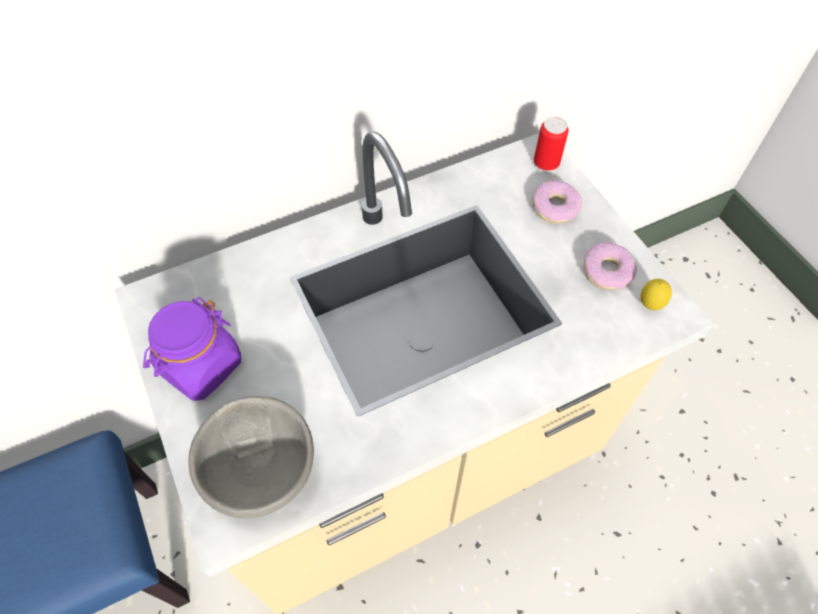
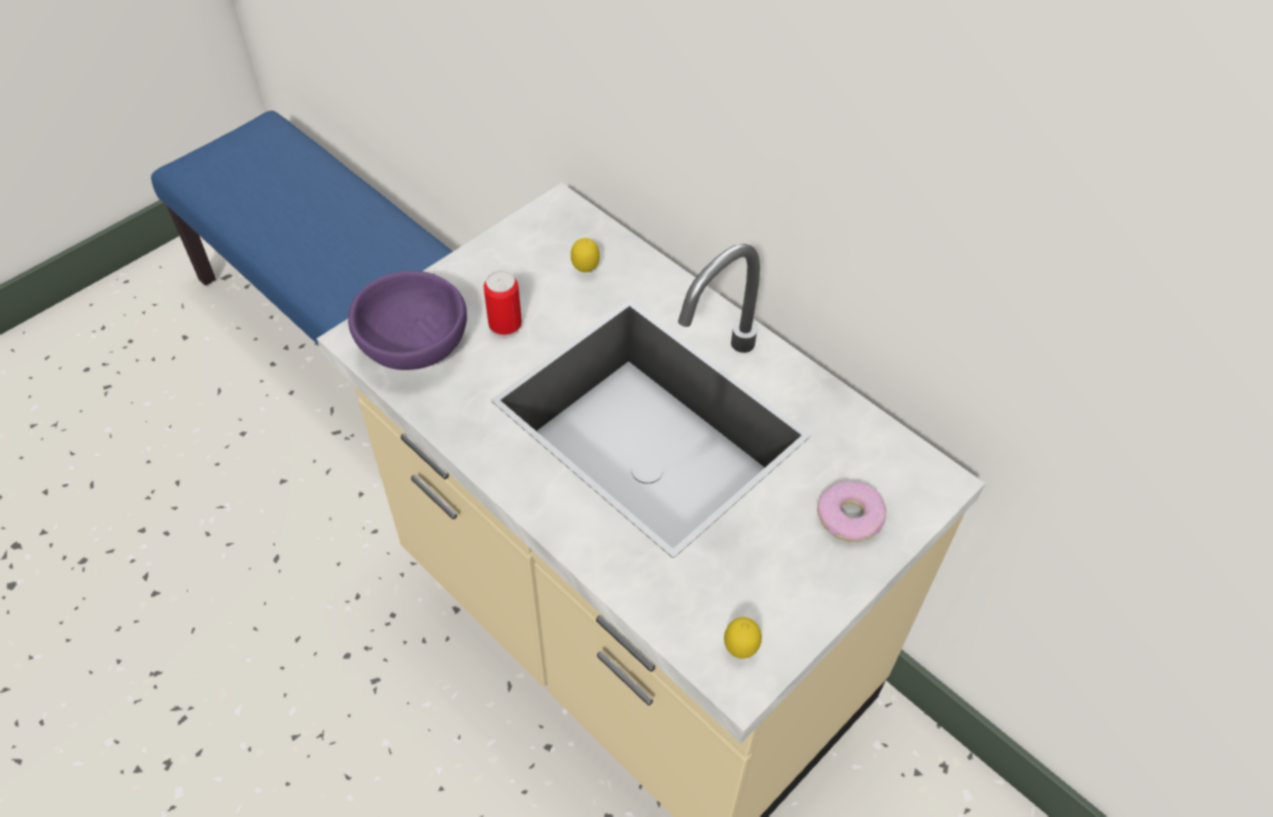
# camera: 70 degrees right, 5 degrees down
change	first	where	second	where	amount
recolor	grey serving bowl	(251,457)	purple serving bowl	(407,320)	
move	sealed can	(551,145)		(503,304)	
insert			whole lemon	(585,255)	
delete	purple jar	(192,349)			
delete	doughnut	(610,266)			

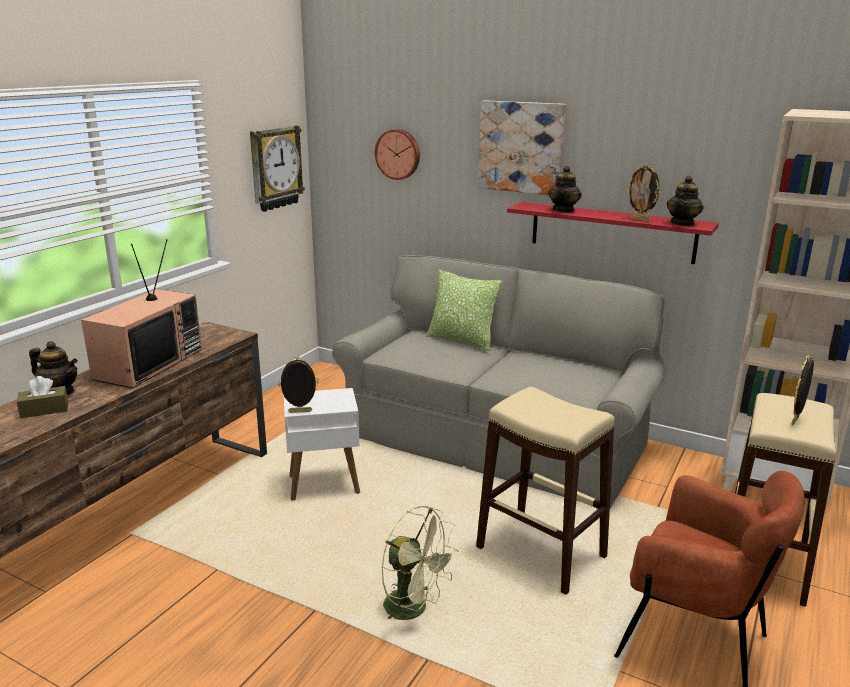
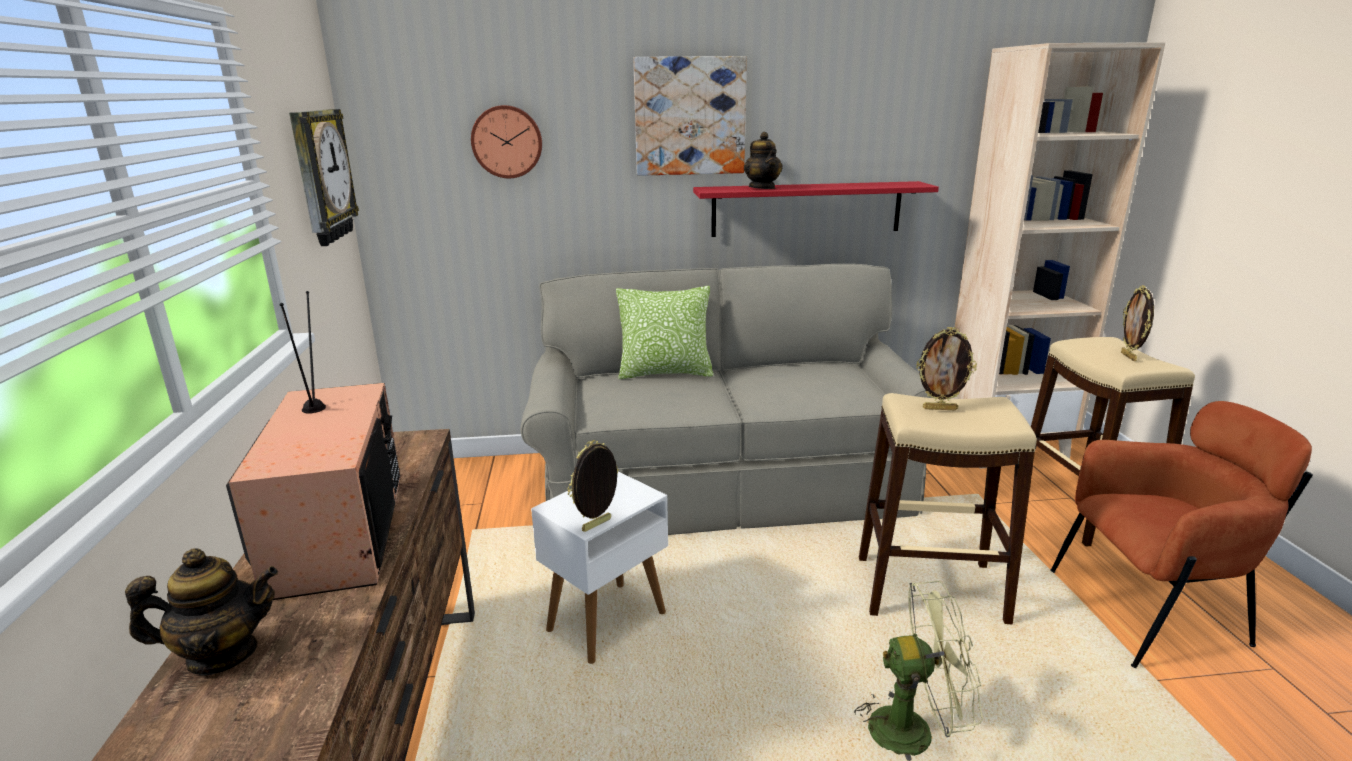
# camera: 35 degrees left, 0 degrees up
change	first	where	second	where	amount
move	picture frame	(643,193)		(946,368)	
delete	brown-coloured tissue holder	(42,397)			
delete	tea pot	(685,201)			

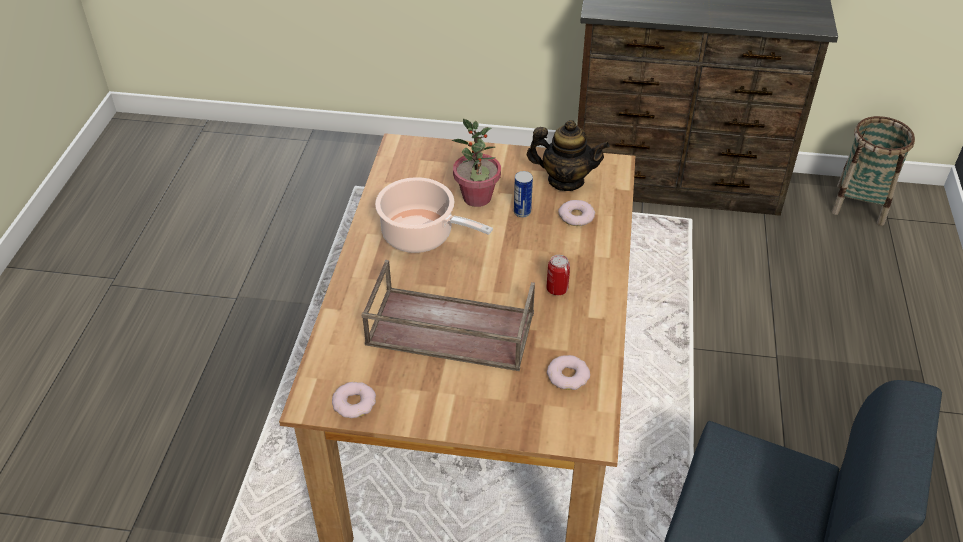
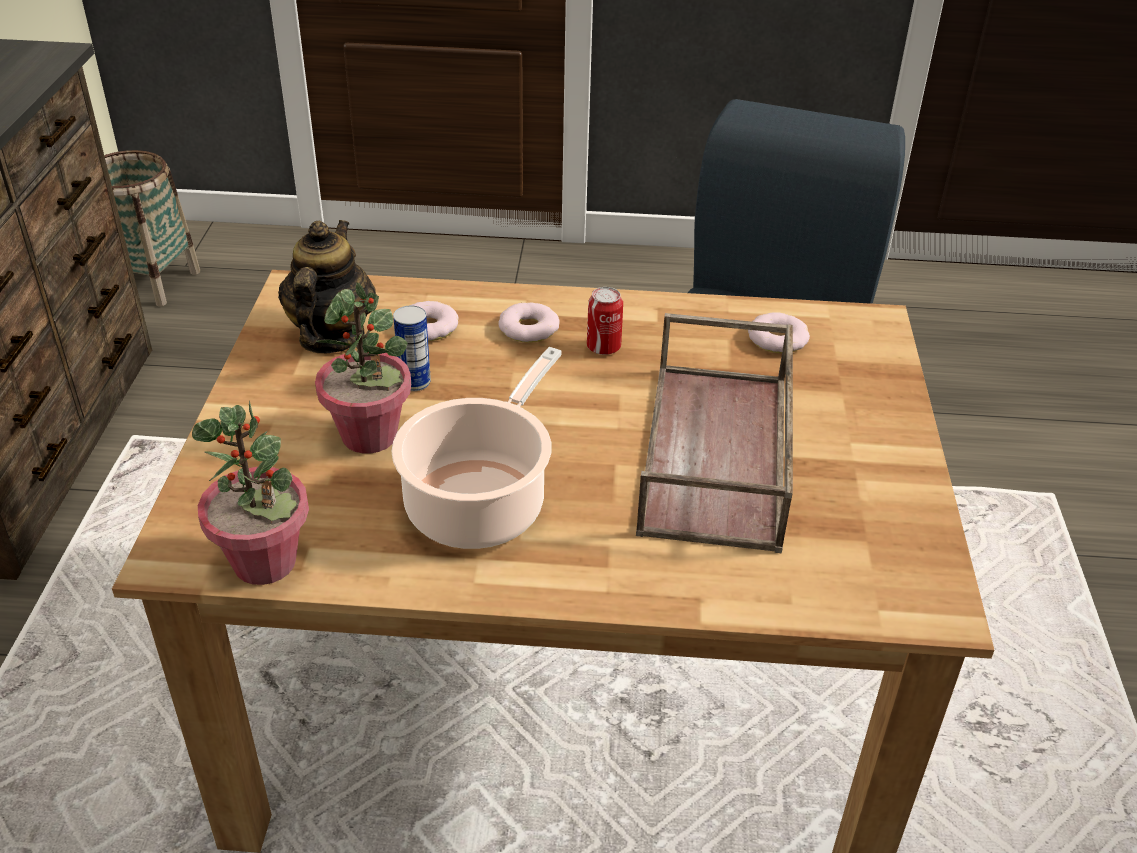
# camera: 95 degrees left, 5 degrees down
change	first	where	second	where	amount
insert			plant in a pot	(250,492)	
move	doughnut	(354,400)		(529,323)	

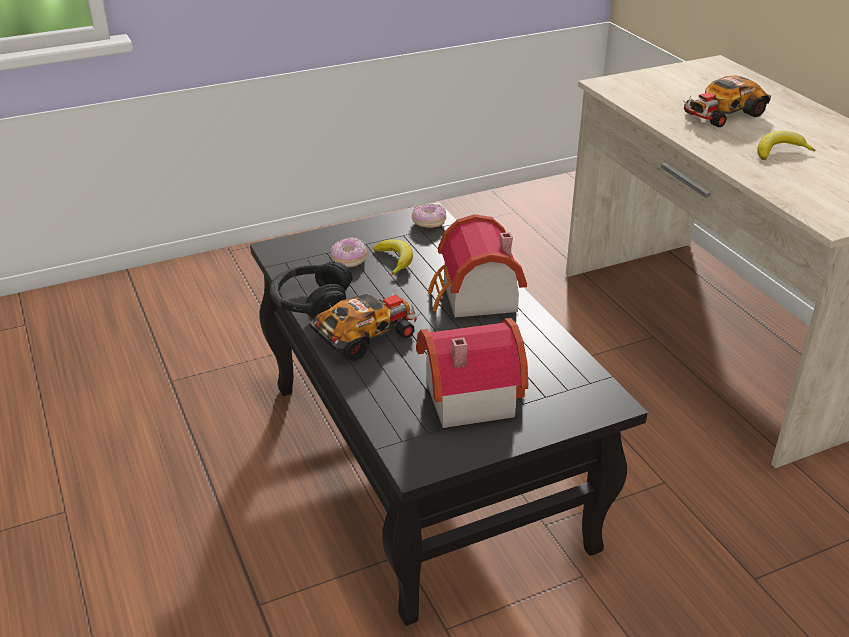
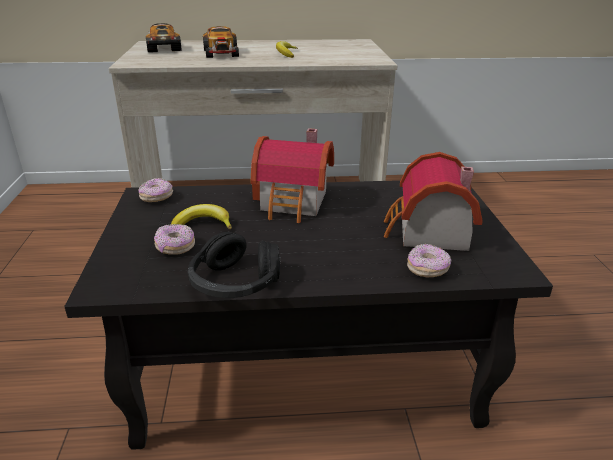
# camera: 70 degrees left, 5 degrees down
change	first	where	second	where	amount
move	miniature car	(364,326)		(163,37)	
insert			doughnut	(429,260)	

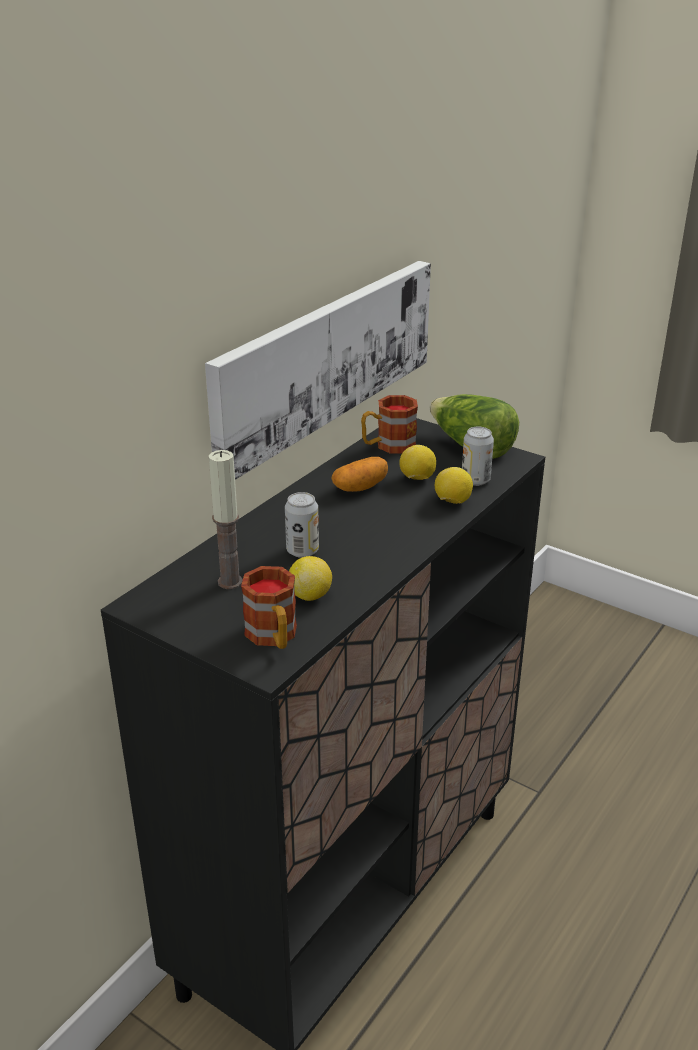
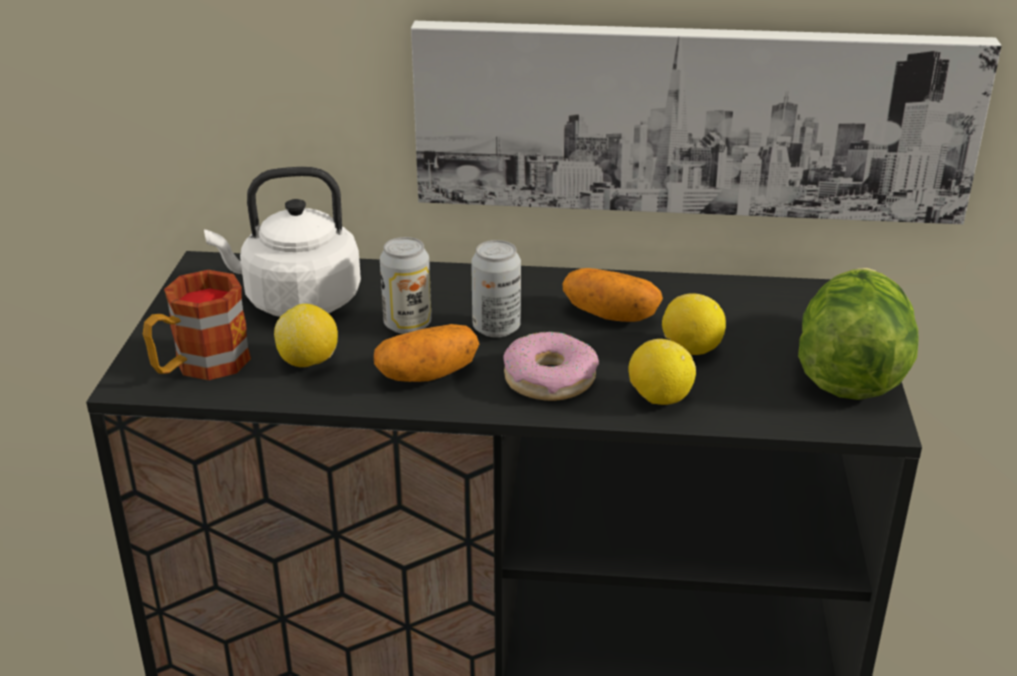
# camera: 60 degrees right, 0 degrees up
change	first	where	second	where	amount
replace	candle	(226,519)	white-coloured water kettle	(282,242)	
insert			spud	(426,353)	
move	sealed can	(478,456)		(496,288)	
insert			doughnut	(551,366)	
delete	coffee mug	(389,424)			

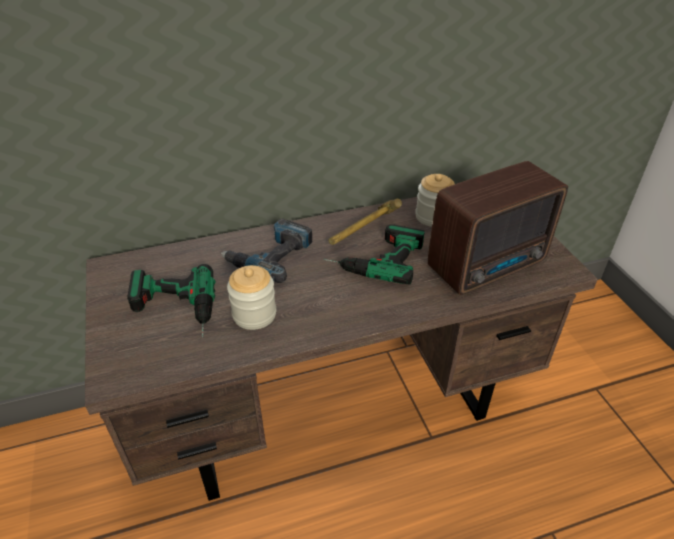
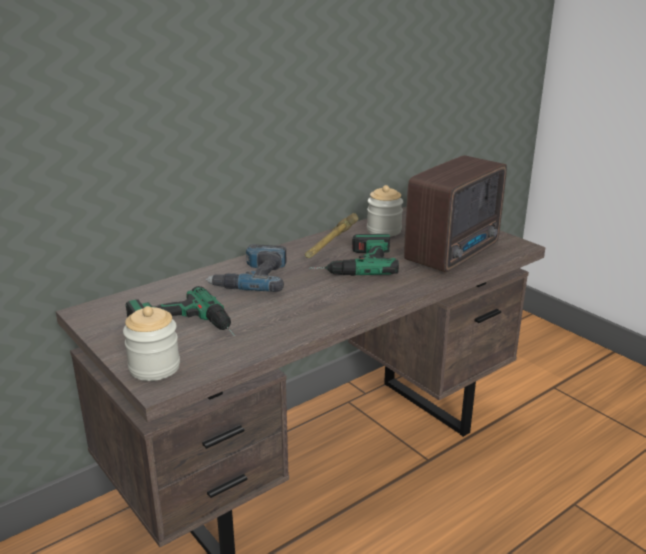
# camera: 20 degrees left, 15 degrees down
change	first	where	second	where	amount
move	jar	(251,297)		(151,343)	

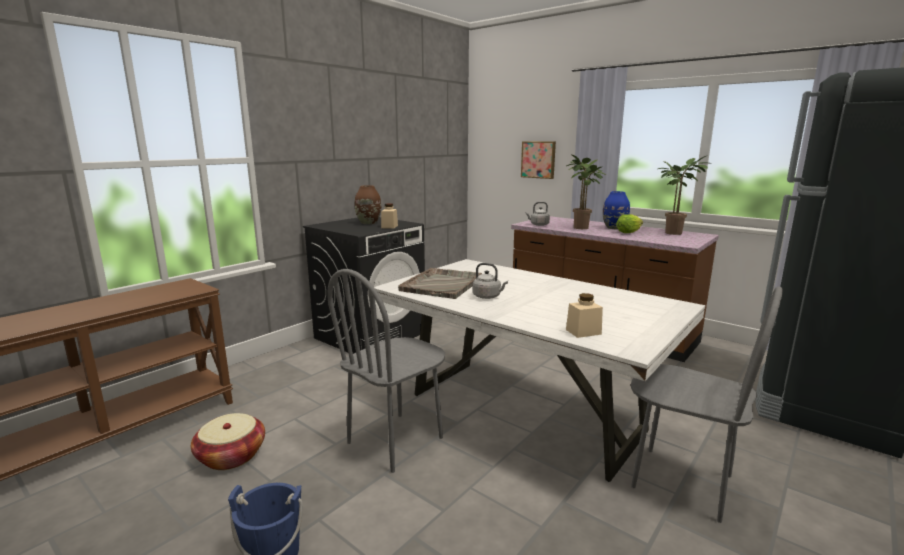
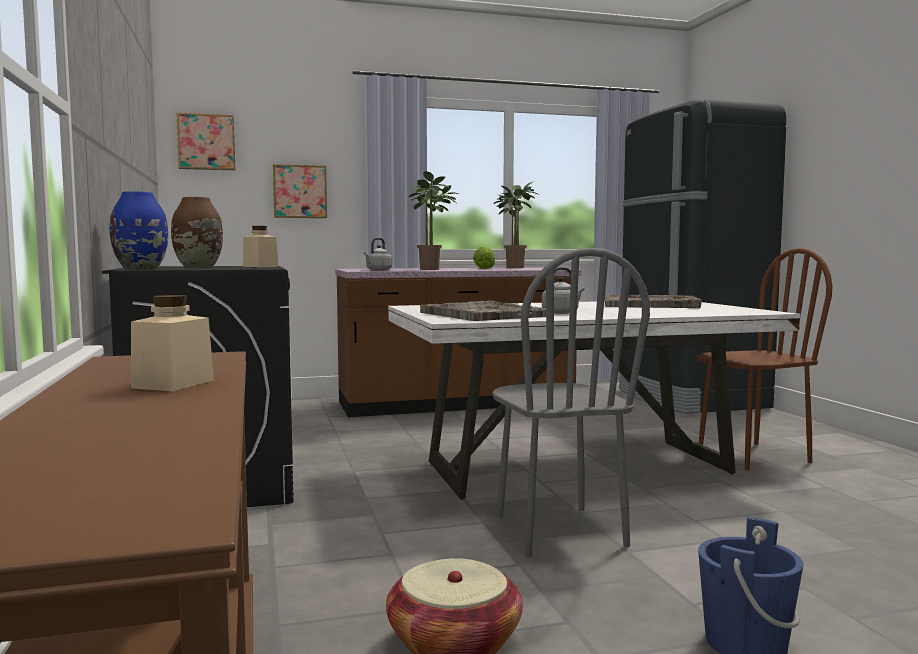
# camera: 55 degrees left, 10 degrees down
change	first	where	second	where	amount
move	bluish vase	(616,210)		(139,230)	
move	beige-coloured jar	(584,315)		(172,343)	
insert			wall picture	(205,141)	
insert			grey serving tray	(653,301)	
recolor	grey chair	(707,405)	brown-coloured chair	(764,359)	

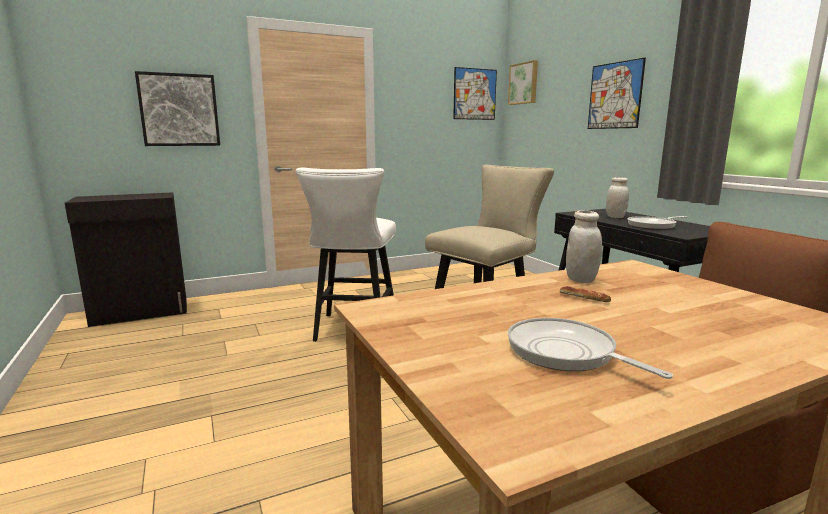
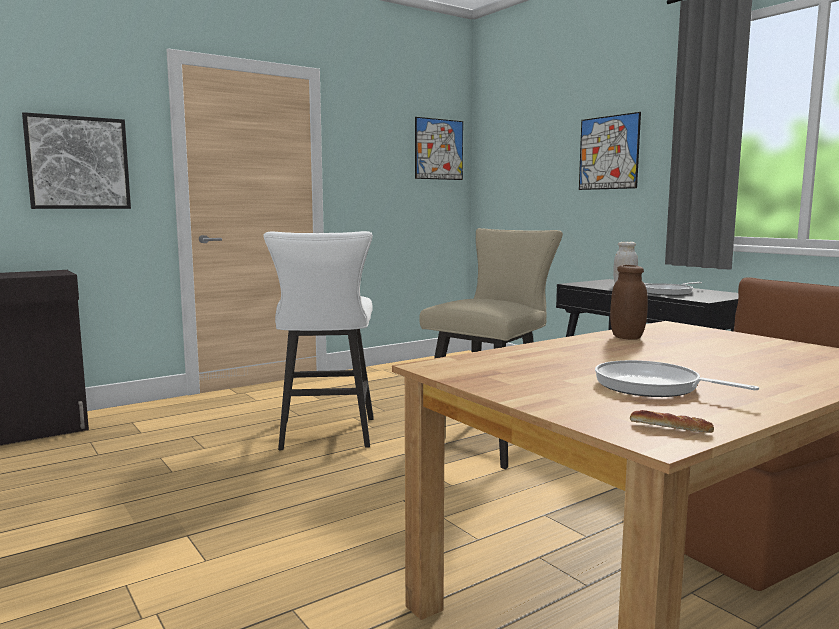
# camera: 10 degrees left, 5 degrees down
change	first	where	second	where	amount
recolor	white-coloured jar	(584,246)	brown-coloured jar	(629,302)	
move	baked bread	(585,294)		(672,421)	
delete	wall picture	(523,82)			

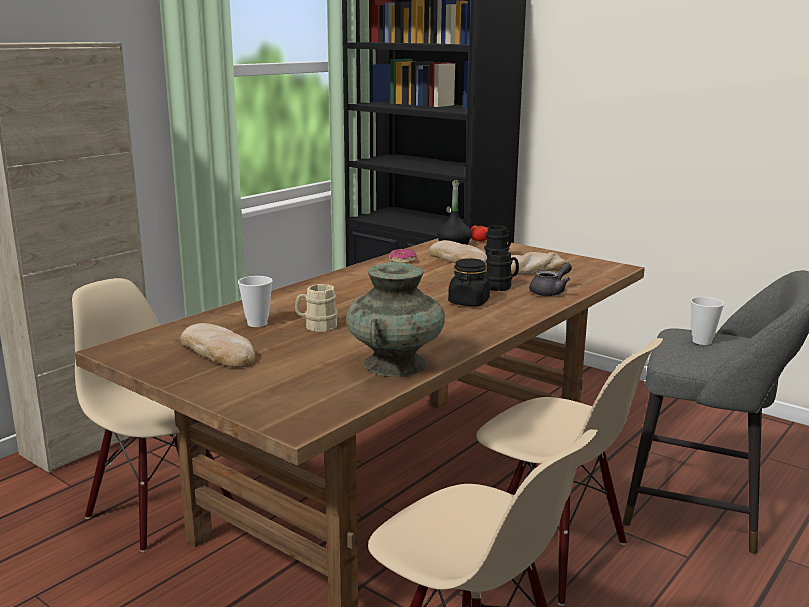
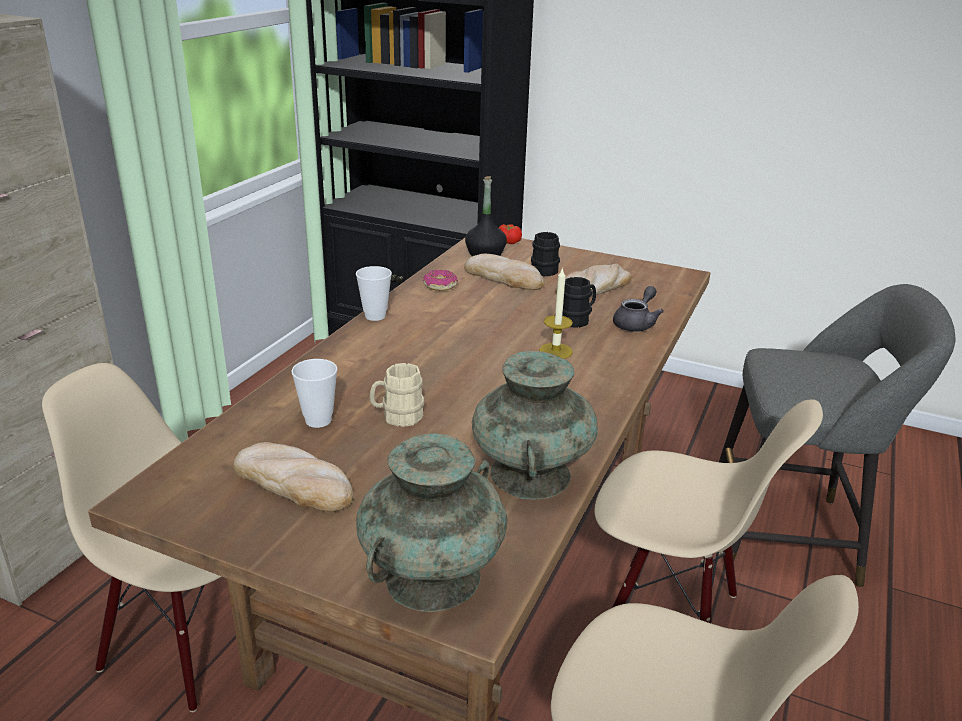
# camera: 15 degrees left, 10 degrees up
change	first	where	second	where	amount
move	small cup	(707,321)		(374,293)	
insert			turquoise vase	(431,522)	
replace	black jar	(469,282)	candle	(556,313)	

